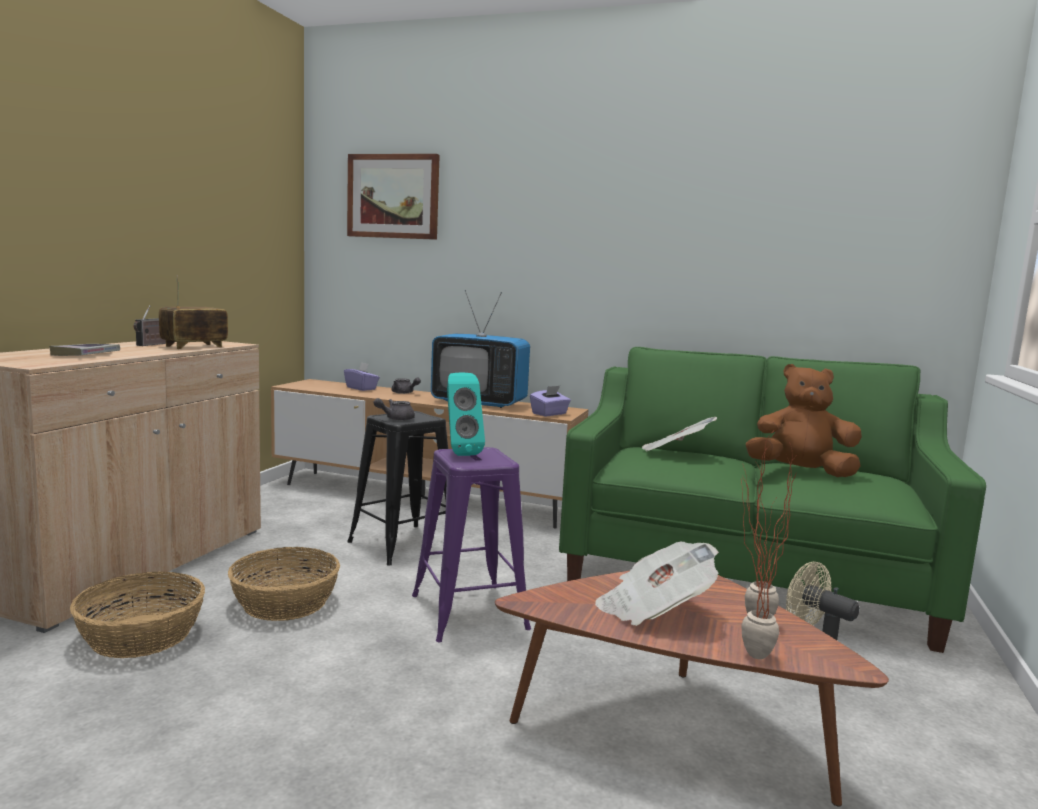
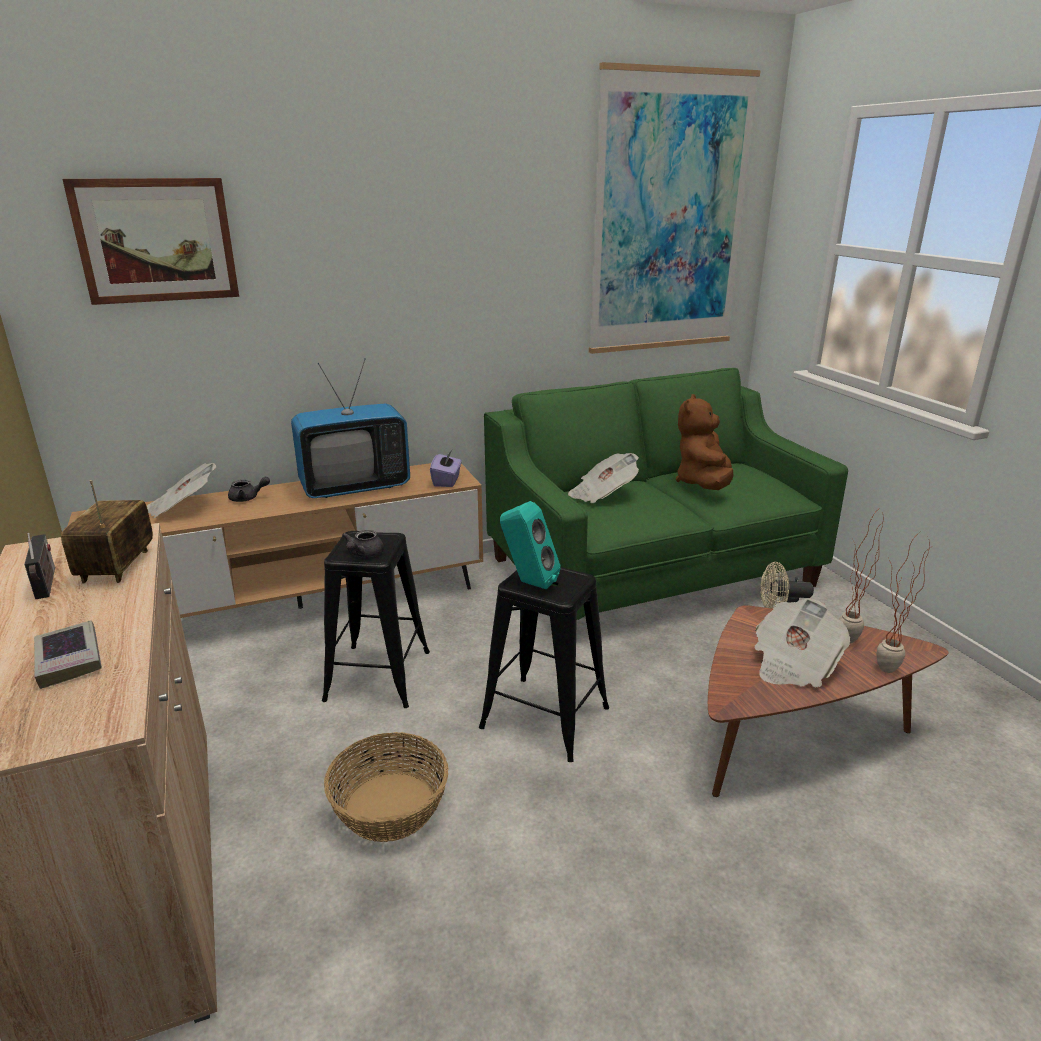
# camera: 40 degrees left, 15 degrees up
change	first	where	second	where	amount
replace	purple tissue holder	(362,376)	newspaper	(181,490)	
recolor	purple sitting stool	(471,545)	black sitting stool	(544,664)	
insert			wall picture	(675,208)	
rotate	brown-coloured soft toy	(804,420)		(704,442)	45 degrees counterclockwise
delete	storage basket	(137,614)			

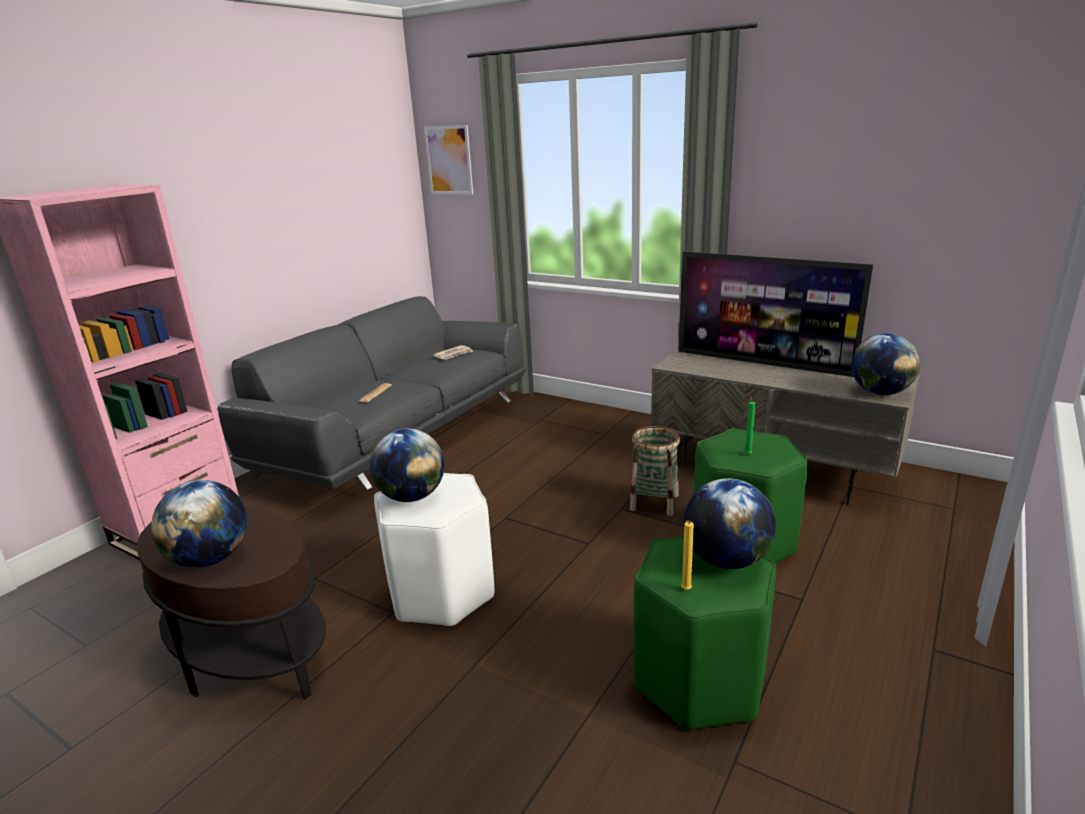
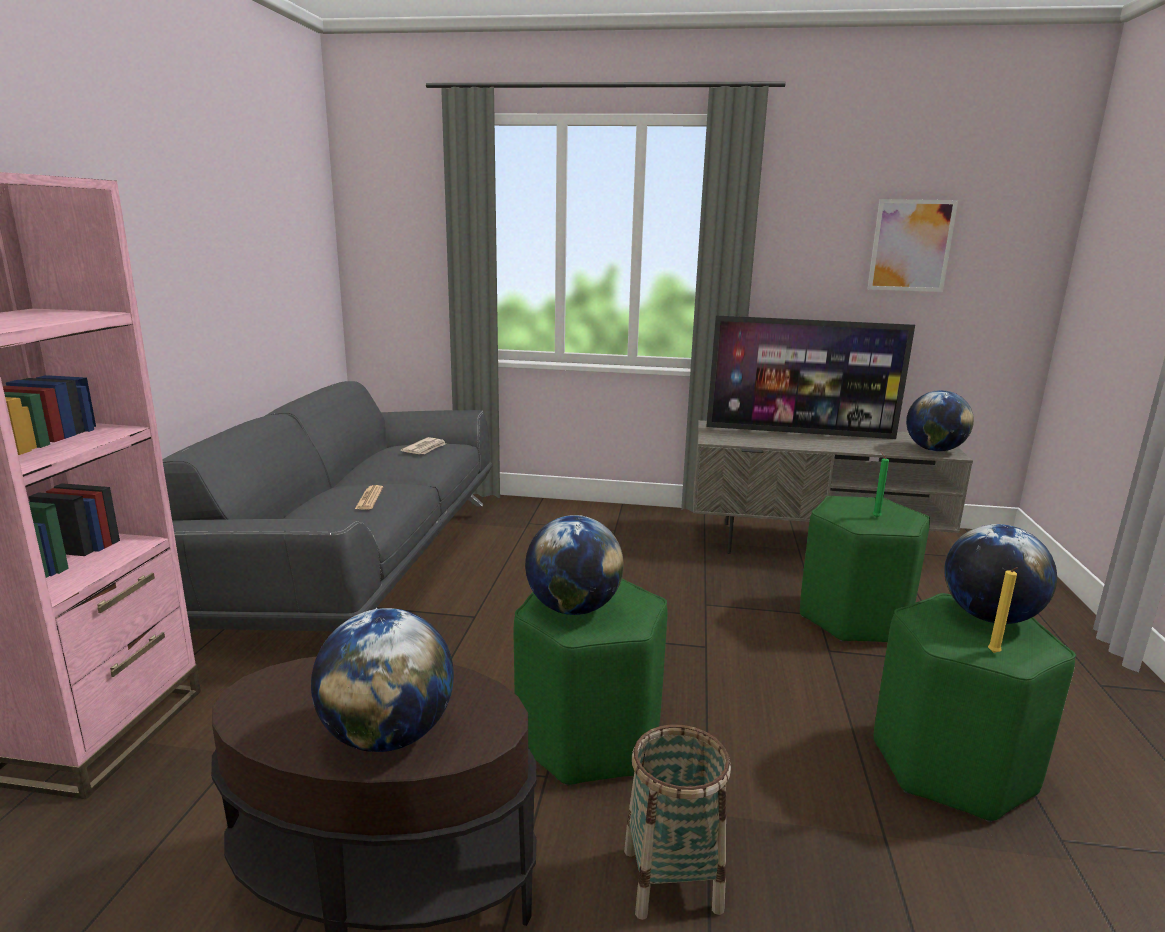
# camera: 25 degrees left, 5 degrees down
change	first	where	second	where	amount
recolor	white-coloured sitting stool	(434,550)	green sitting stool	(591,682)	
move	storage basket	(655,471)		(677,822)	
move	wall picture	(448,160)		(912,245)	

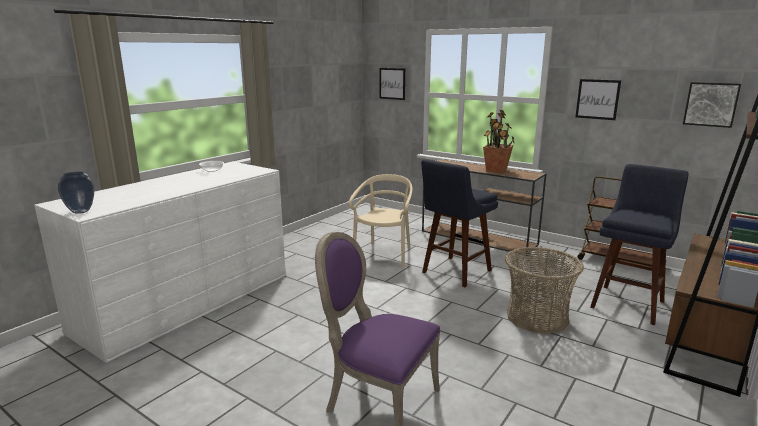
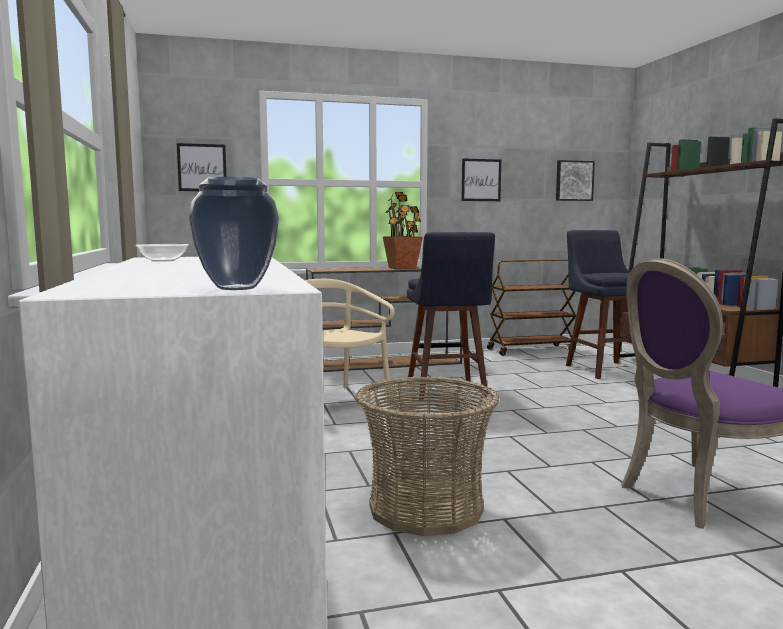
# camera: 50 degrees left, 10 degrees down
change	first	where	second	where	amount
move	storage basket	(544,290)		(427,456)	

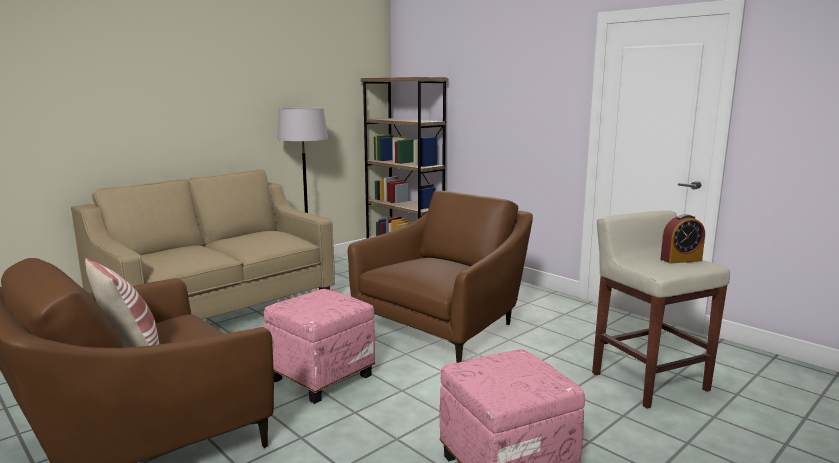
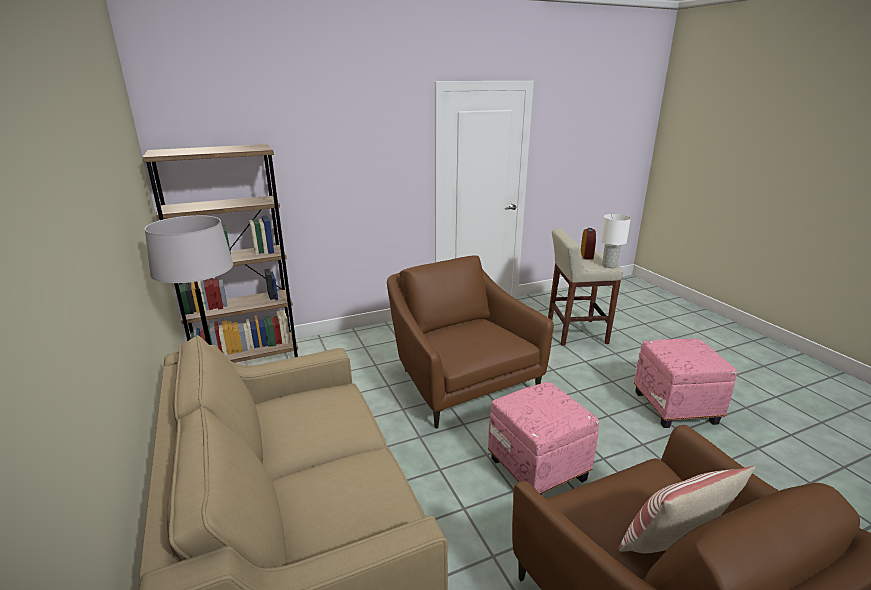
# camera: 70 degrees left, 10 degrees up
change	first	where	second	where	amount
insert			white-coloured tabletop lamp	(615,241)	

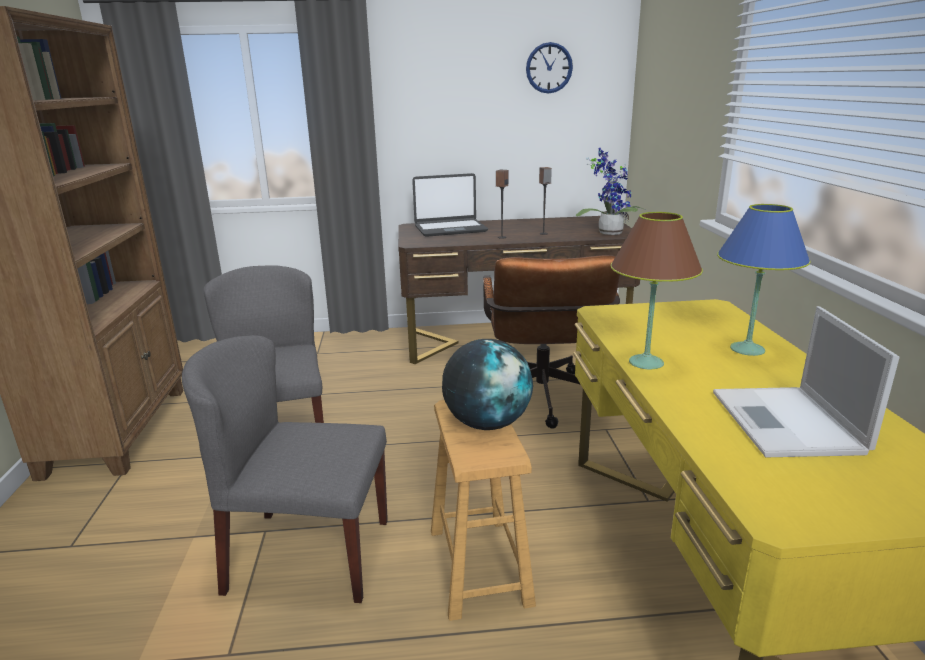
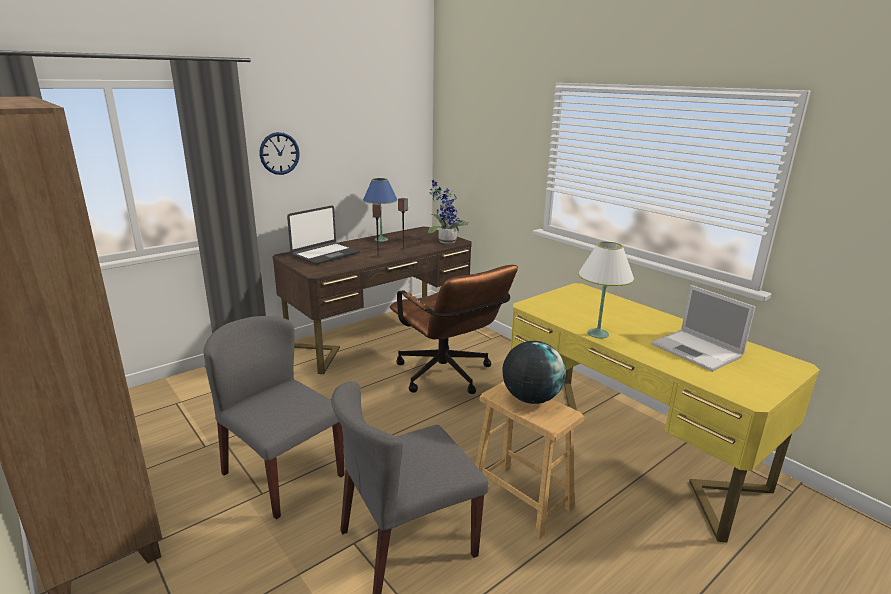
# camera: 35 degrees left, 0 degrees up
change	first	where	second	where	amount
move	clock on the wall	(549,67)		(279,153)	
move	bluish tabletop lamp	(764,280)		(380,210)	
recolor	brown-coloured tabletop lamp	(656,290)	white-coloured tabletop lamp	(606,290)	

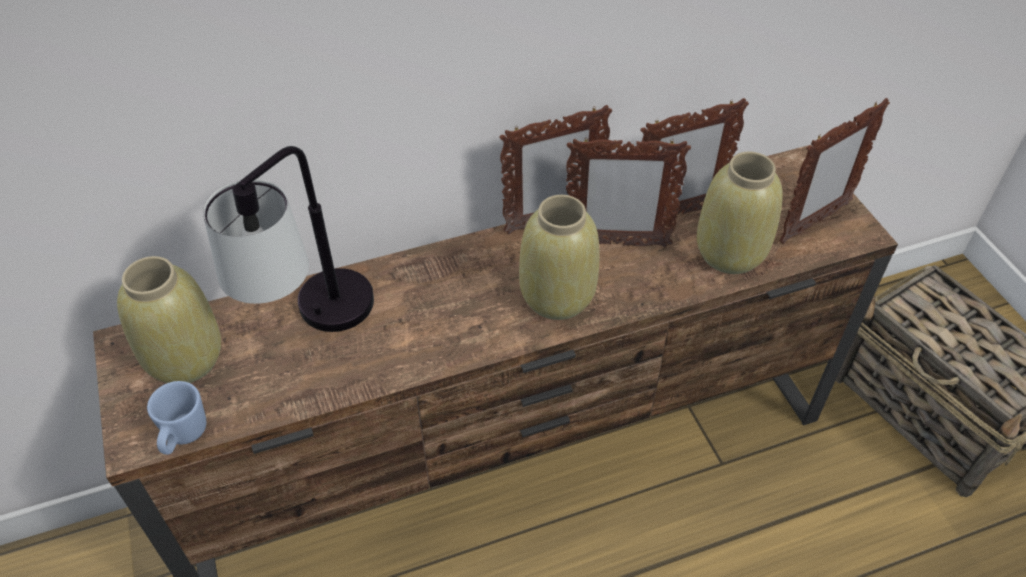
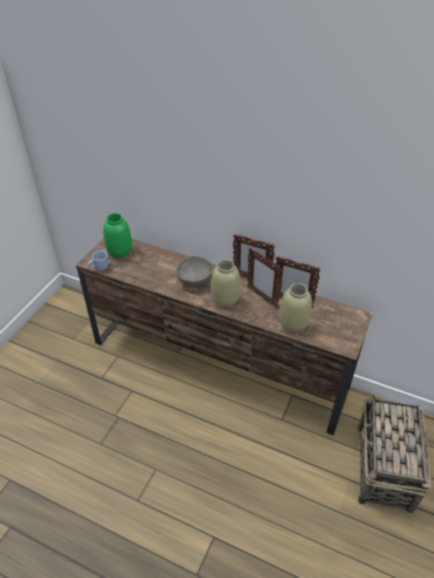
# camera: 45 degrees right, 5 degrees down
change	first	where	second	where	amount
recolor	beige-coloured vase	(169,319)	green vase	(117,235)	
insert			grey serving bowl	(194,271)	
delete	tabletop lamp	(288,239)			
delete	picture frame	(834,171)			

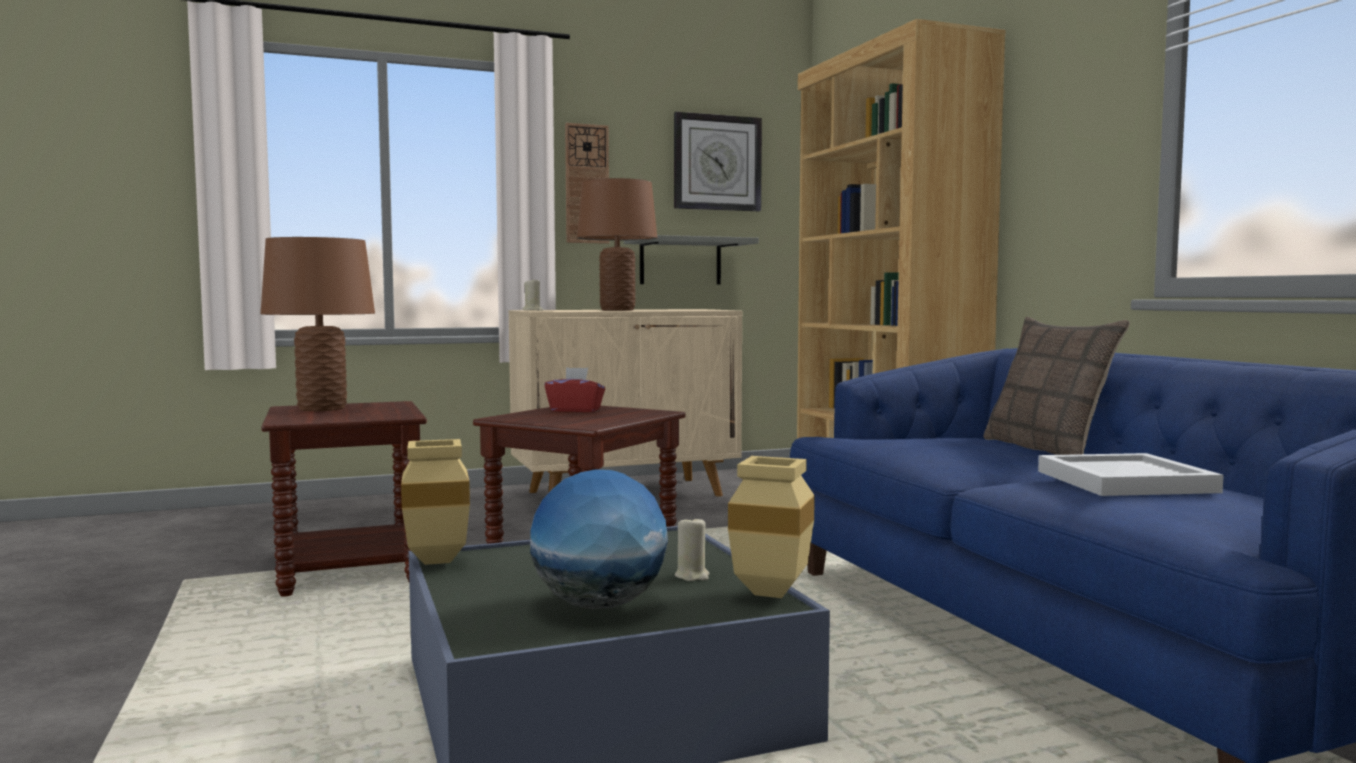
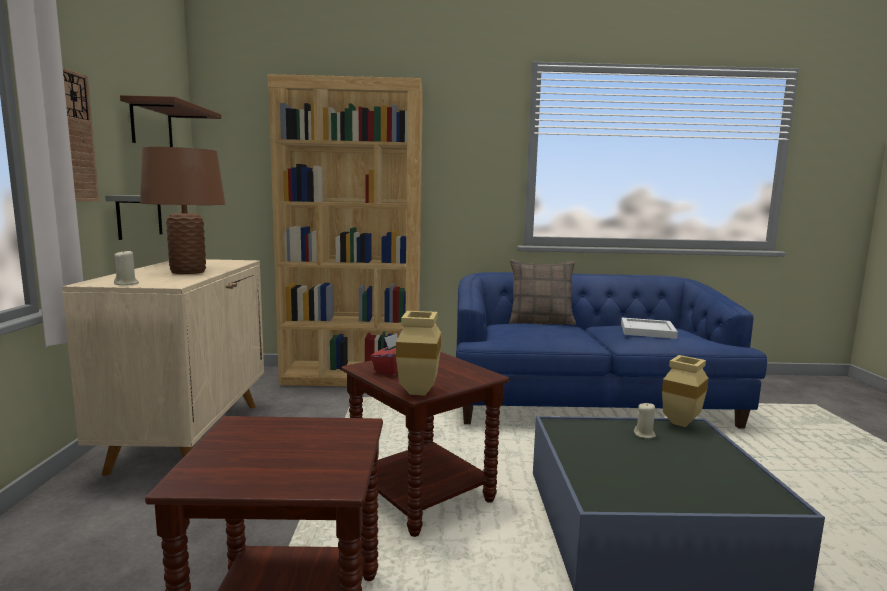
# camera: 70 degrees left, 5 degrees up
change	first	where	second	where	amount
replace	clock on the wall	(718,161)	brown-coloured wall shelf	(170,121)	
move	beige-coloured vase	(435,502)		(418,353)	
delete	brown-coloured tabletop lamp	(317,324)			
delete	desk globe	(599,539)			

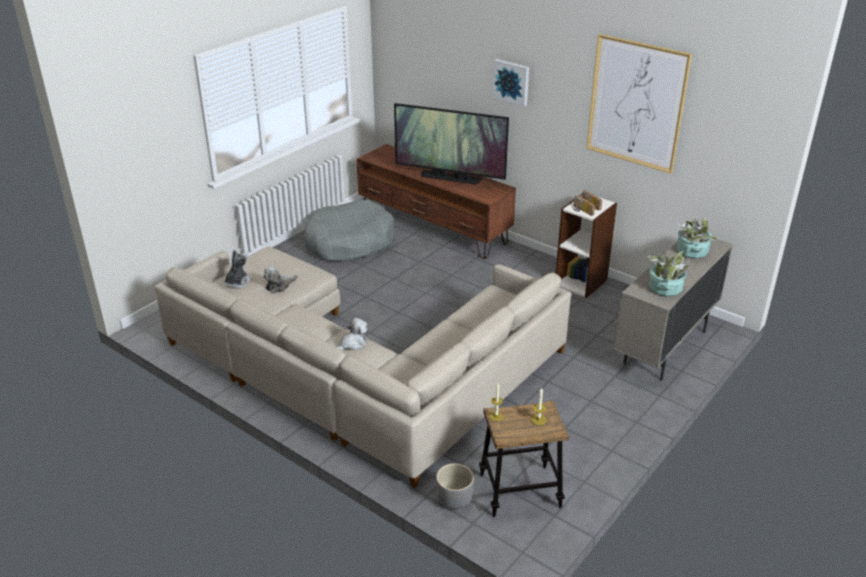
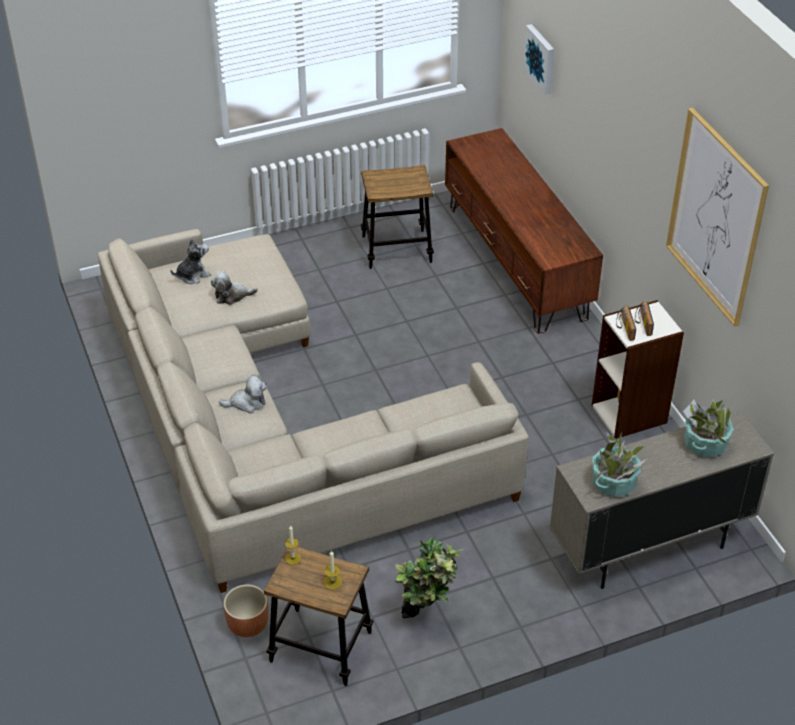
# camera: 30 degrees right, 10 degrees up
change	first	where	second	where	amount
recolor	grey planter	(455,486)	brown-coloured planter	(246,611)	
replace	grey dog cushion	(349,230)	sitting stool	(397,217)	
insert			plant in a pot	(429,577)	
move	wall picture	(510,82)		(538,59)	
delete	TV	(451,144)			

